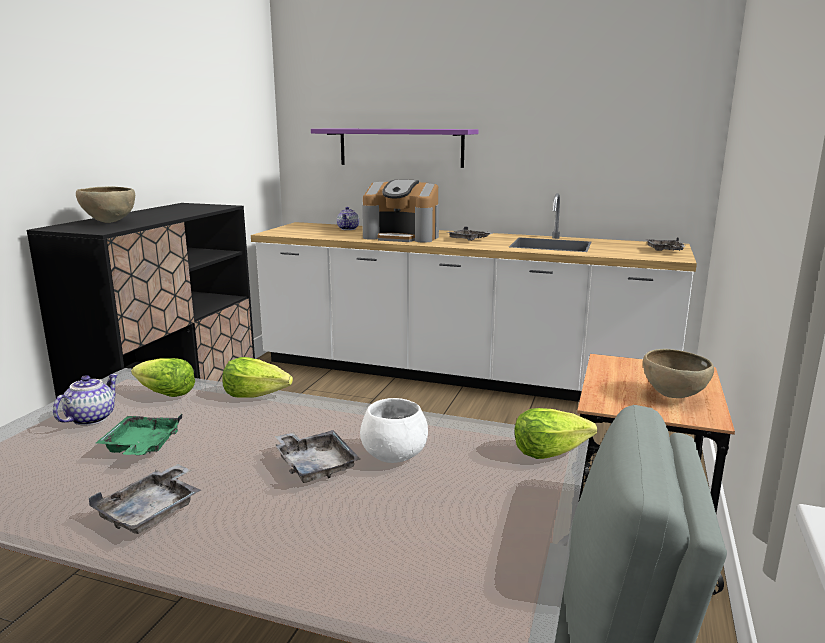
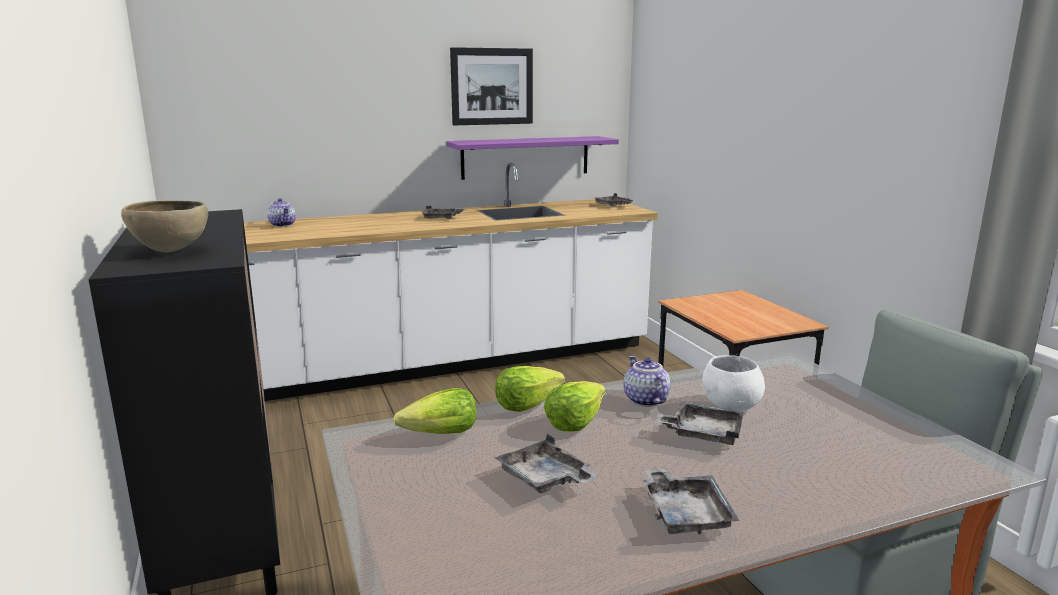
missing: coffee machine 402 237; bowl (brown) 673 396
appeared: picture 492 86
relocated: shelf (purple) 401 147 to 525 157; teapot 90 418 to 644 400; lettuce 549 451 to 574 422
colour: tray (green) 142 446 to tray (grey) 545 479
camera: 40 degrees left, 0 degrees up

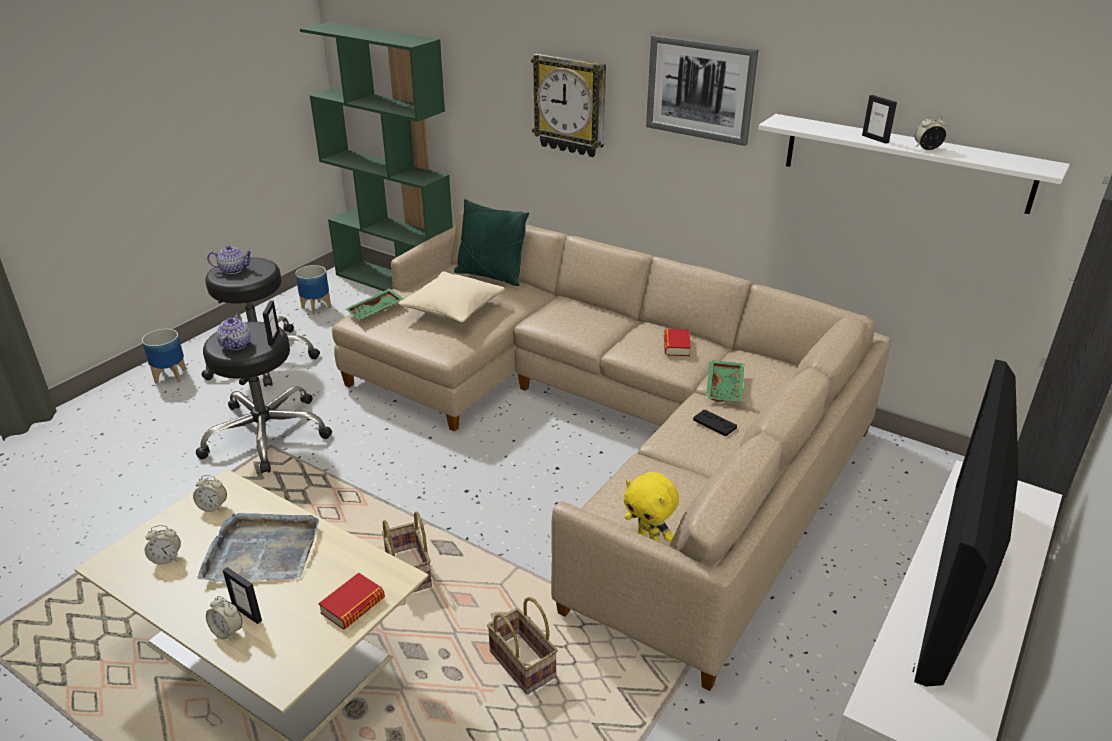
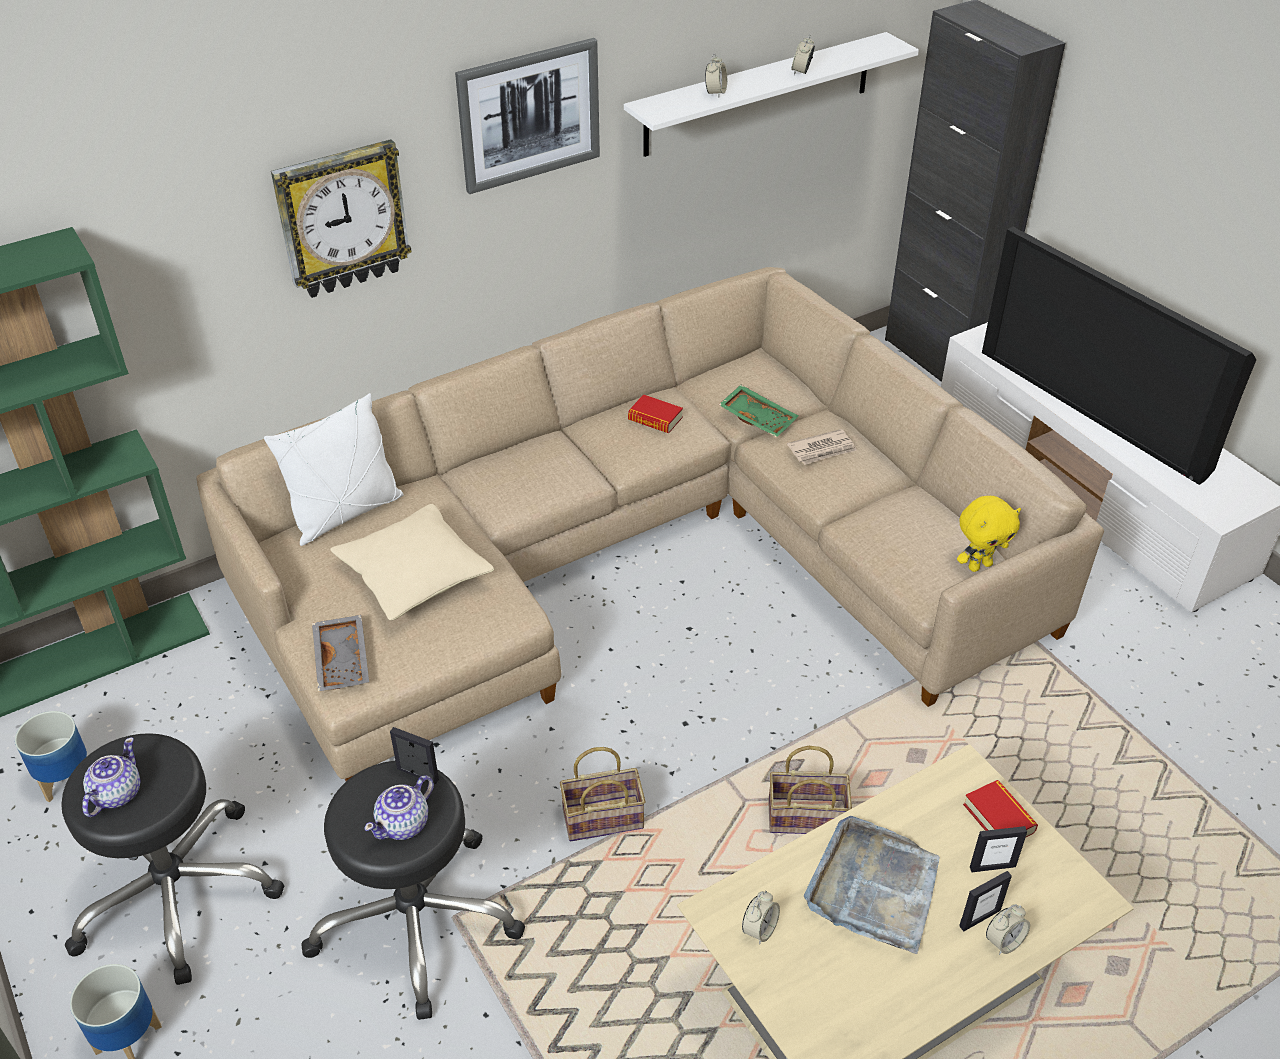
relocated: picture frame 875 139 to 992 866; alarm clock 166 558 to 715 93; basket 524 665 to 604 817
exchanged: game controller (black) 714 423 to newspaper 822 450
colour: pillow (green) 490 276 to pillow (white) 346 513; tray (green) 375 311 to tray (grey) 344 660
spun: teapot 236 344 = 404 824 105 degrees clockwise
camera: 65 degrees left, 10 degrees up

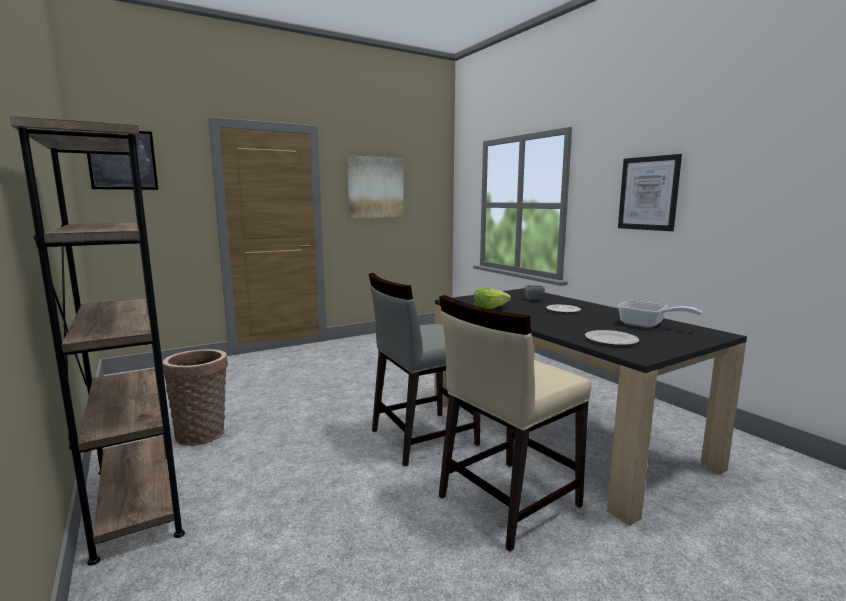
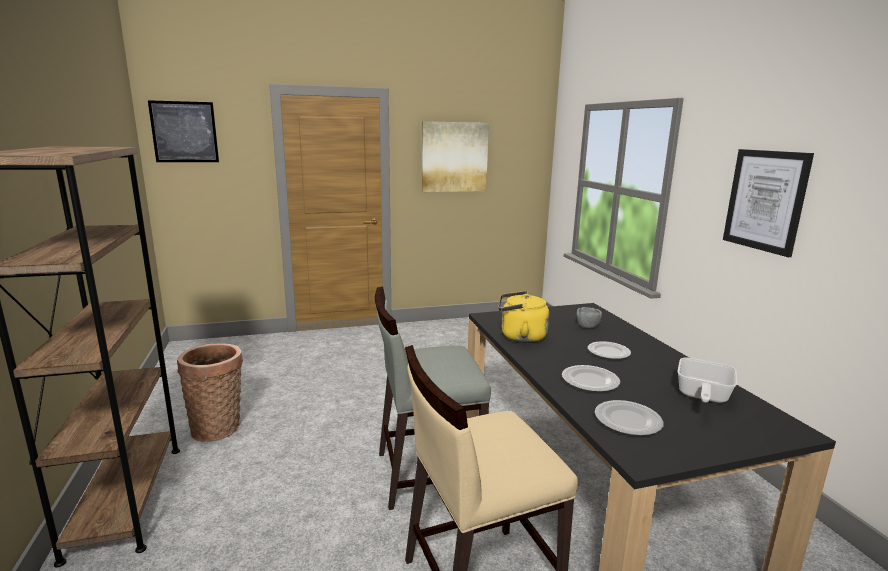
appeared: plate 590 381
exchanged: lettuce 489 308 to kettle (yellow) 520 337
spun: frying pan 647 325 = 701 396 60 degrees clockwise
camera: 15 degrees right, 5 degrees up

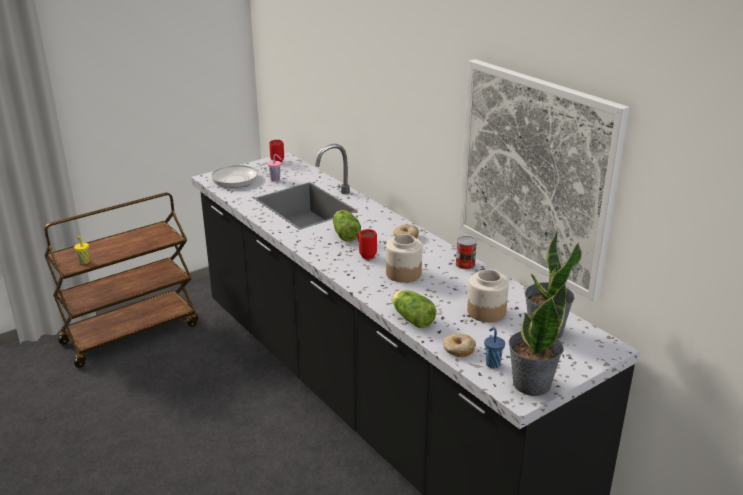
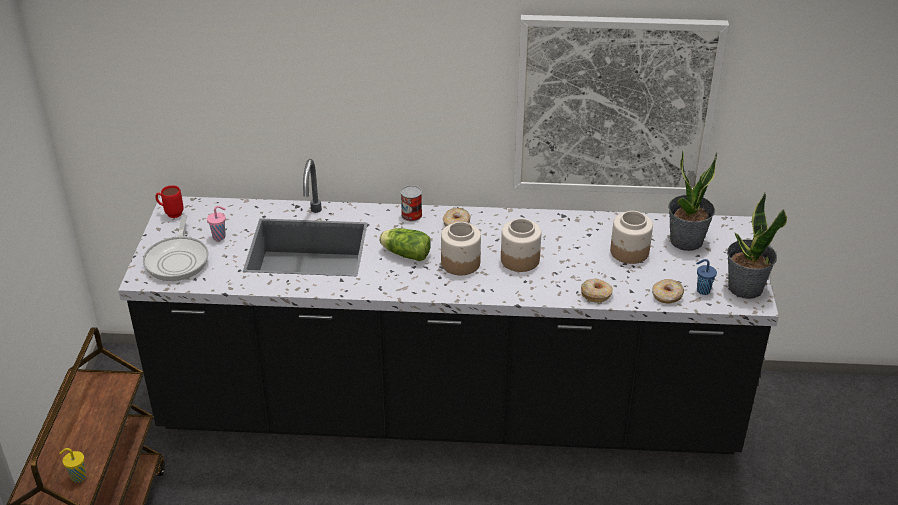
relocated: can 465 264 to 411 215
exchanged: mug (red) 365 255 to jar 461 263; lettuce 411 318 to donut 596 294
camera: 50 degrees left, 10 degrees up

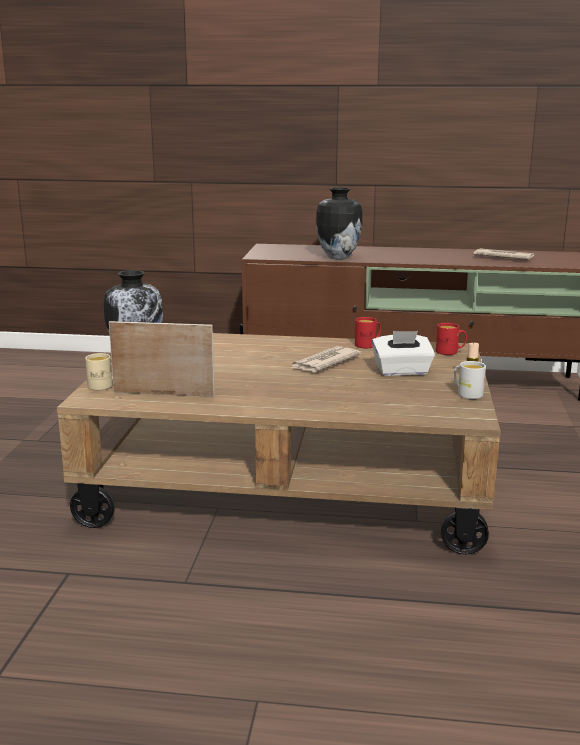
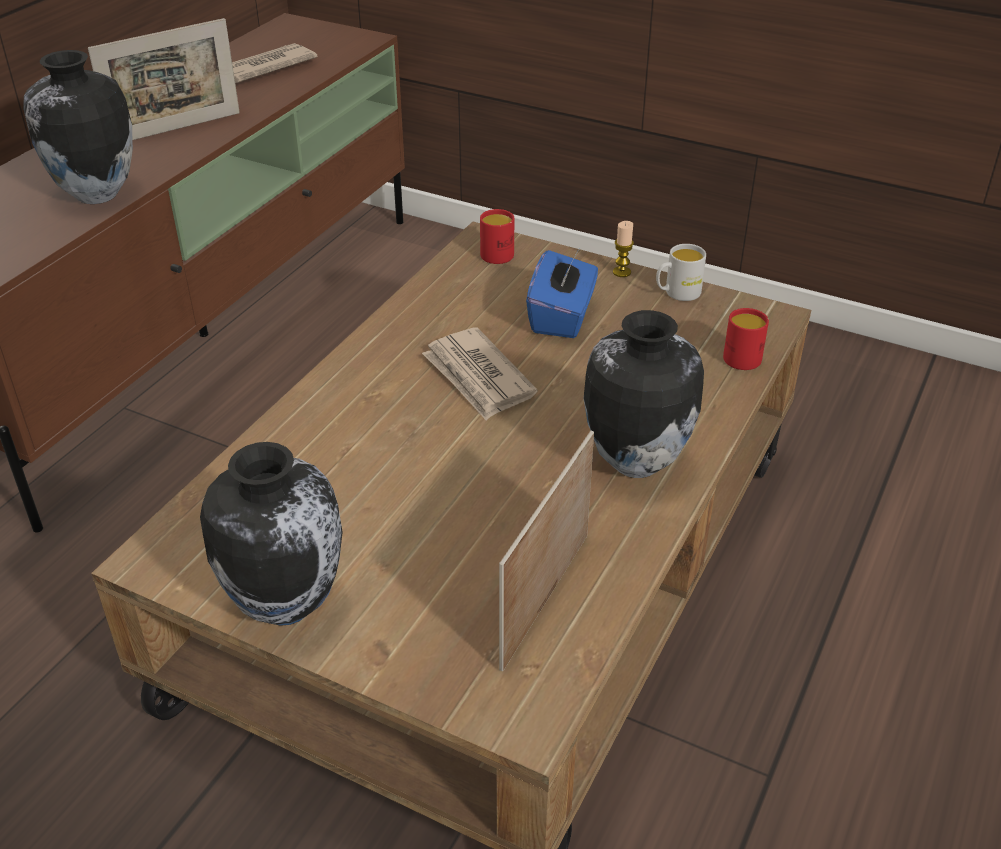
missing: mug (beige) 104 385
appeared: picture frame 176 128; vase 634 462
relocated: mug (red) 368 344 to 739 355
colour: tissue box (white) 402 371 to tissue box (blue) 562 317
camera: 70 degrees left, 20 degrees up

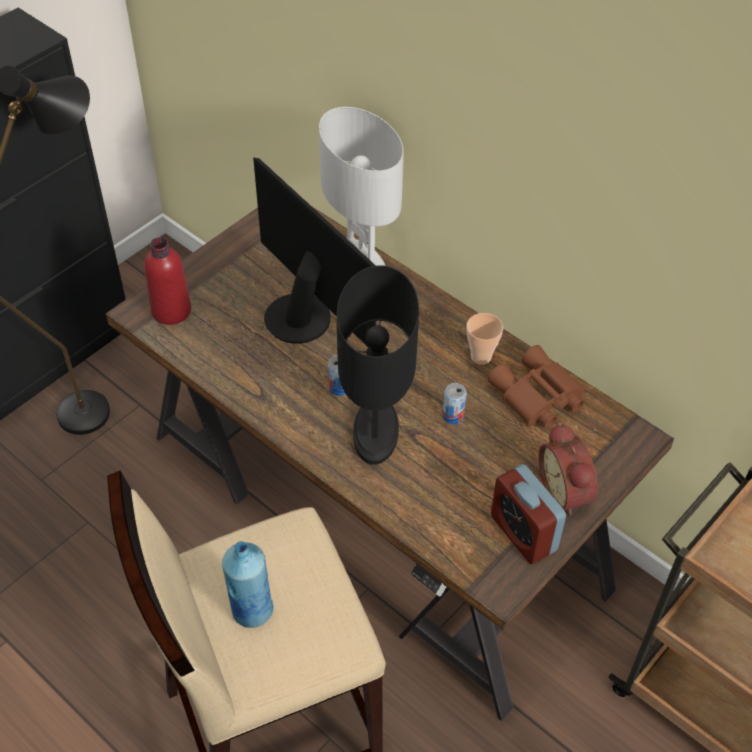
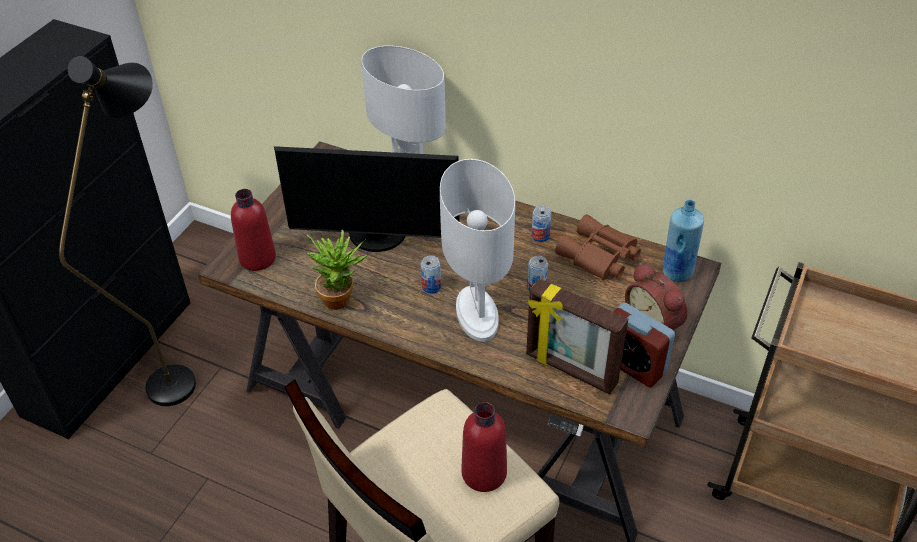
appeared: potted plant 342 298; picture frame 570 370; bottle (red) 484 473
relocated: bottle (blue) 251 610 to 677 272
exchanged: cup 481 357 to can 540 236
colour: table lamp (black) 376 432 to table lamp (white) 478 315
spun: monitor 304 315 = 377 236 150 degrees clockwise
camera: 15 degrees left, 5 degrees down

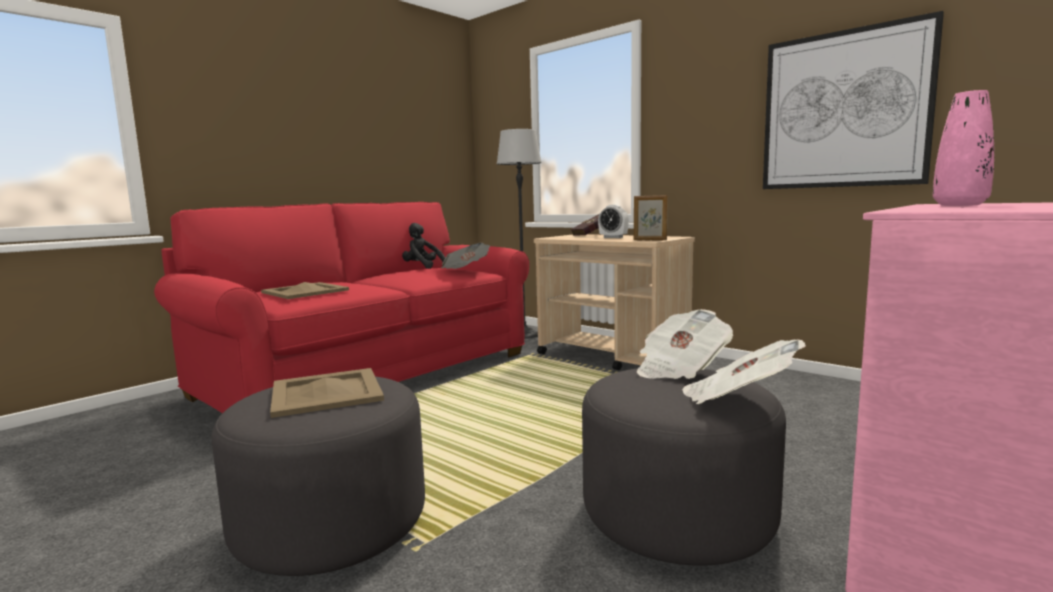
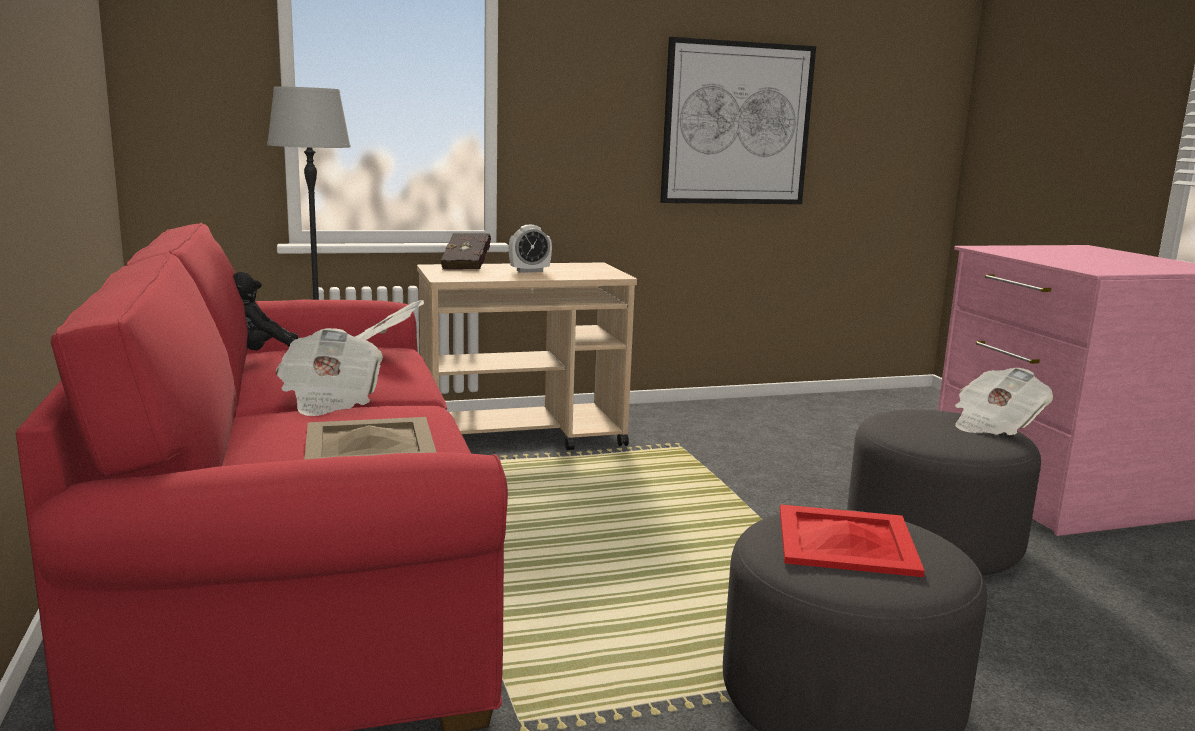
missing: vase (pink) 960 205; picture frame 650 240
relocated: newspaper 679 369 to 329 400
colour: tray (beige) 327 392 to tray (red) 847 540
camera: 60 degrees left, 5 degrees up

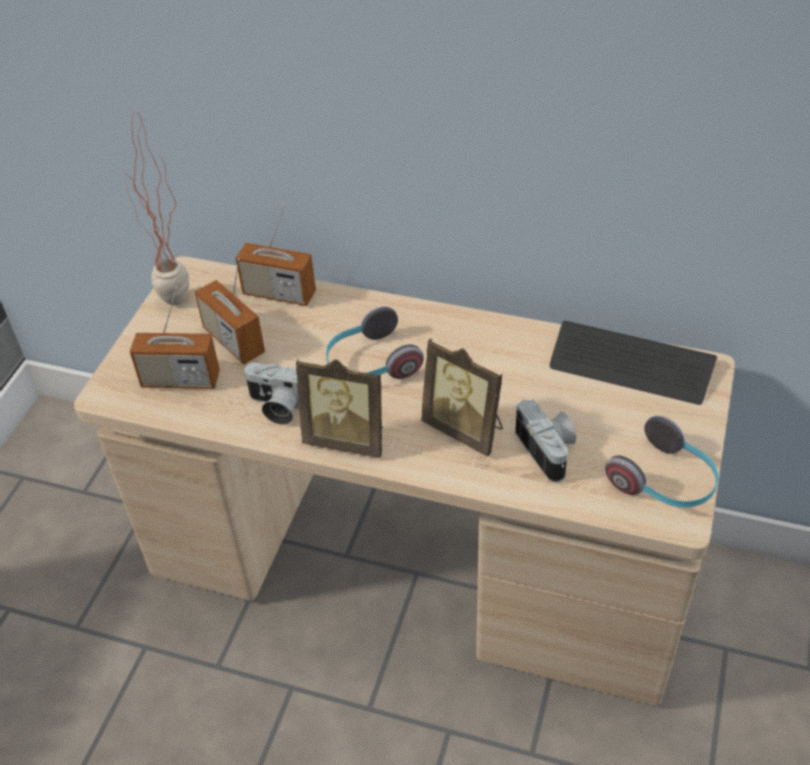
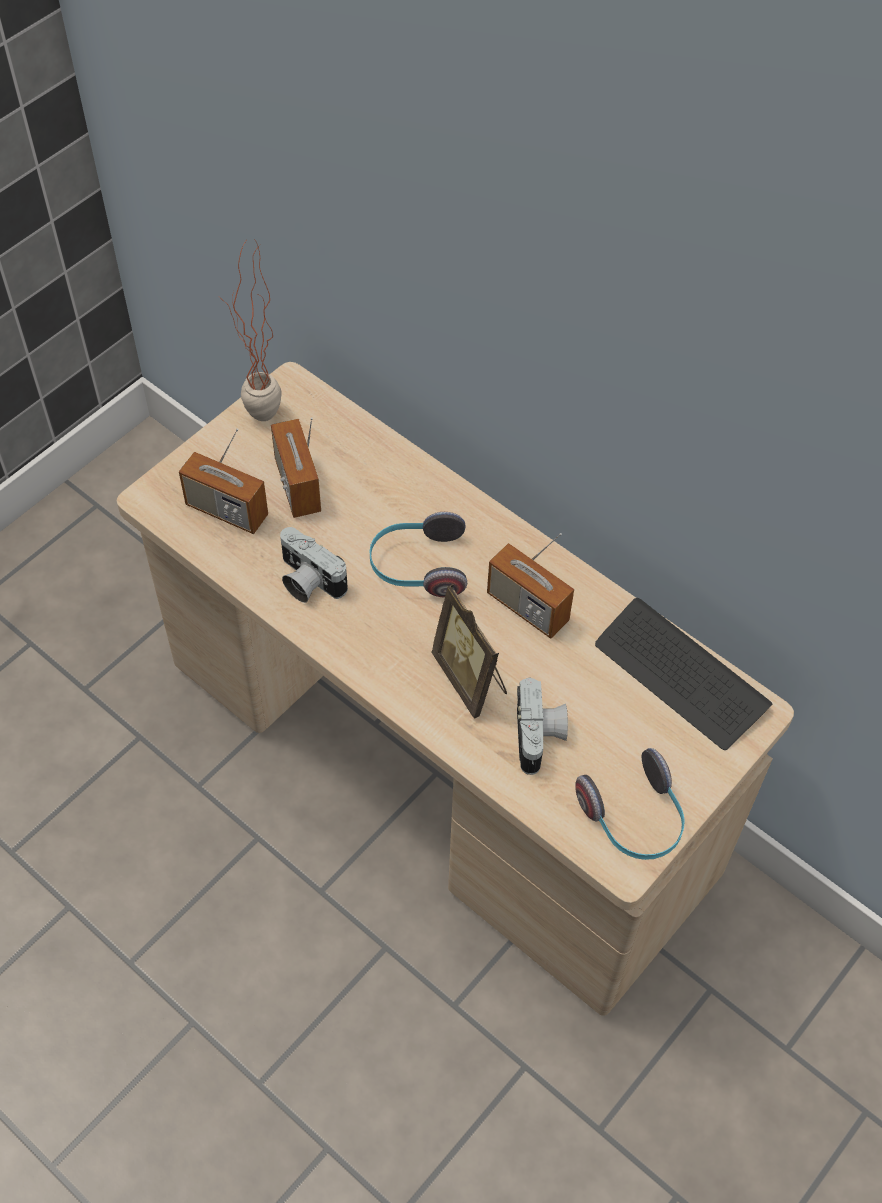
missing: picture frame 347 439
relocated: radio 279 293 to 527 607
camera: 20 degrees right, 10 degrees up

